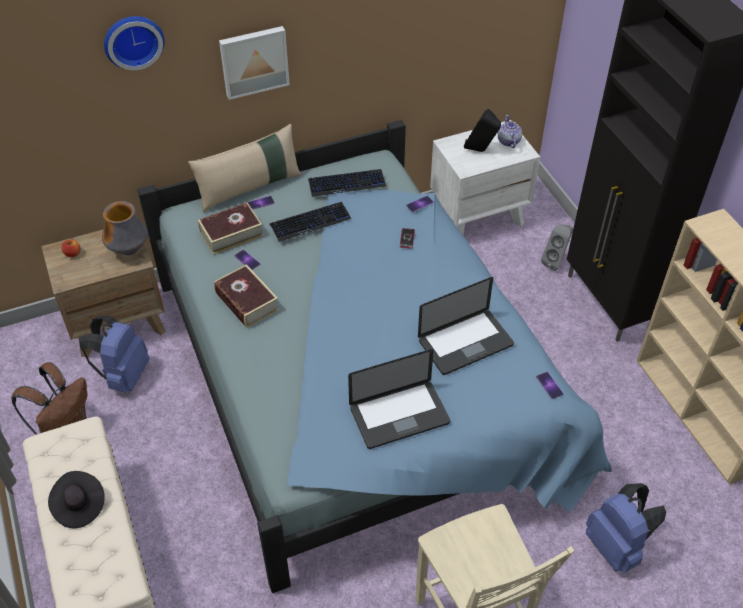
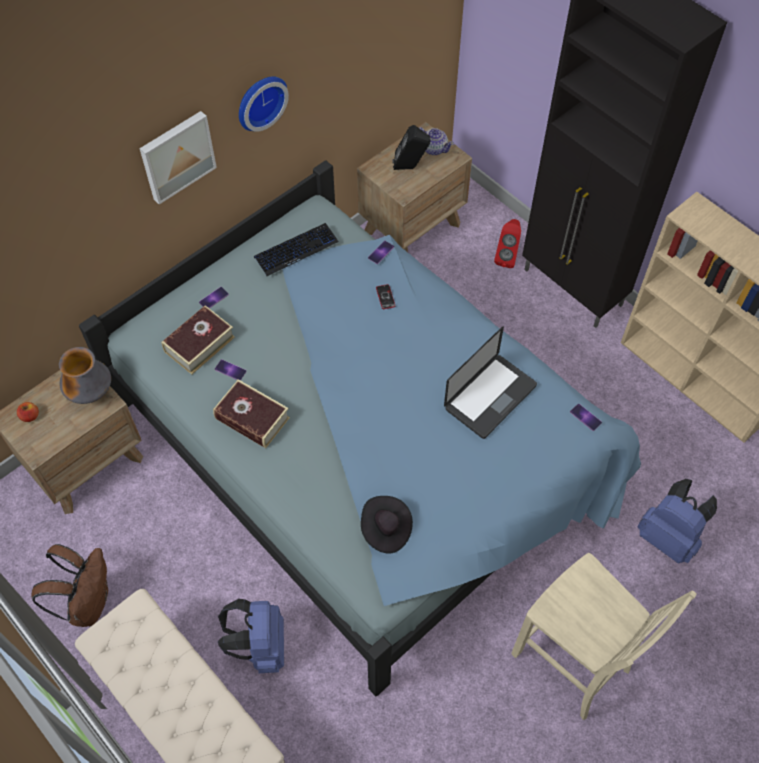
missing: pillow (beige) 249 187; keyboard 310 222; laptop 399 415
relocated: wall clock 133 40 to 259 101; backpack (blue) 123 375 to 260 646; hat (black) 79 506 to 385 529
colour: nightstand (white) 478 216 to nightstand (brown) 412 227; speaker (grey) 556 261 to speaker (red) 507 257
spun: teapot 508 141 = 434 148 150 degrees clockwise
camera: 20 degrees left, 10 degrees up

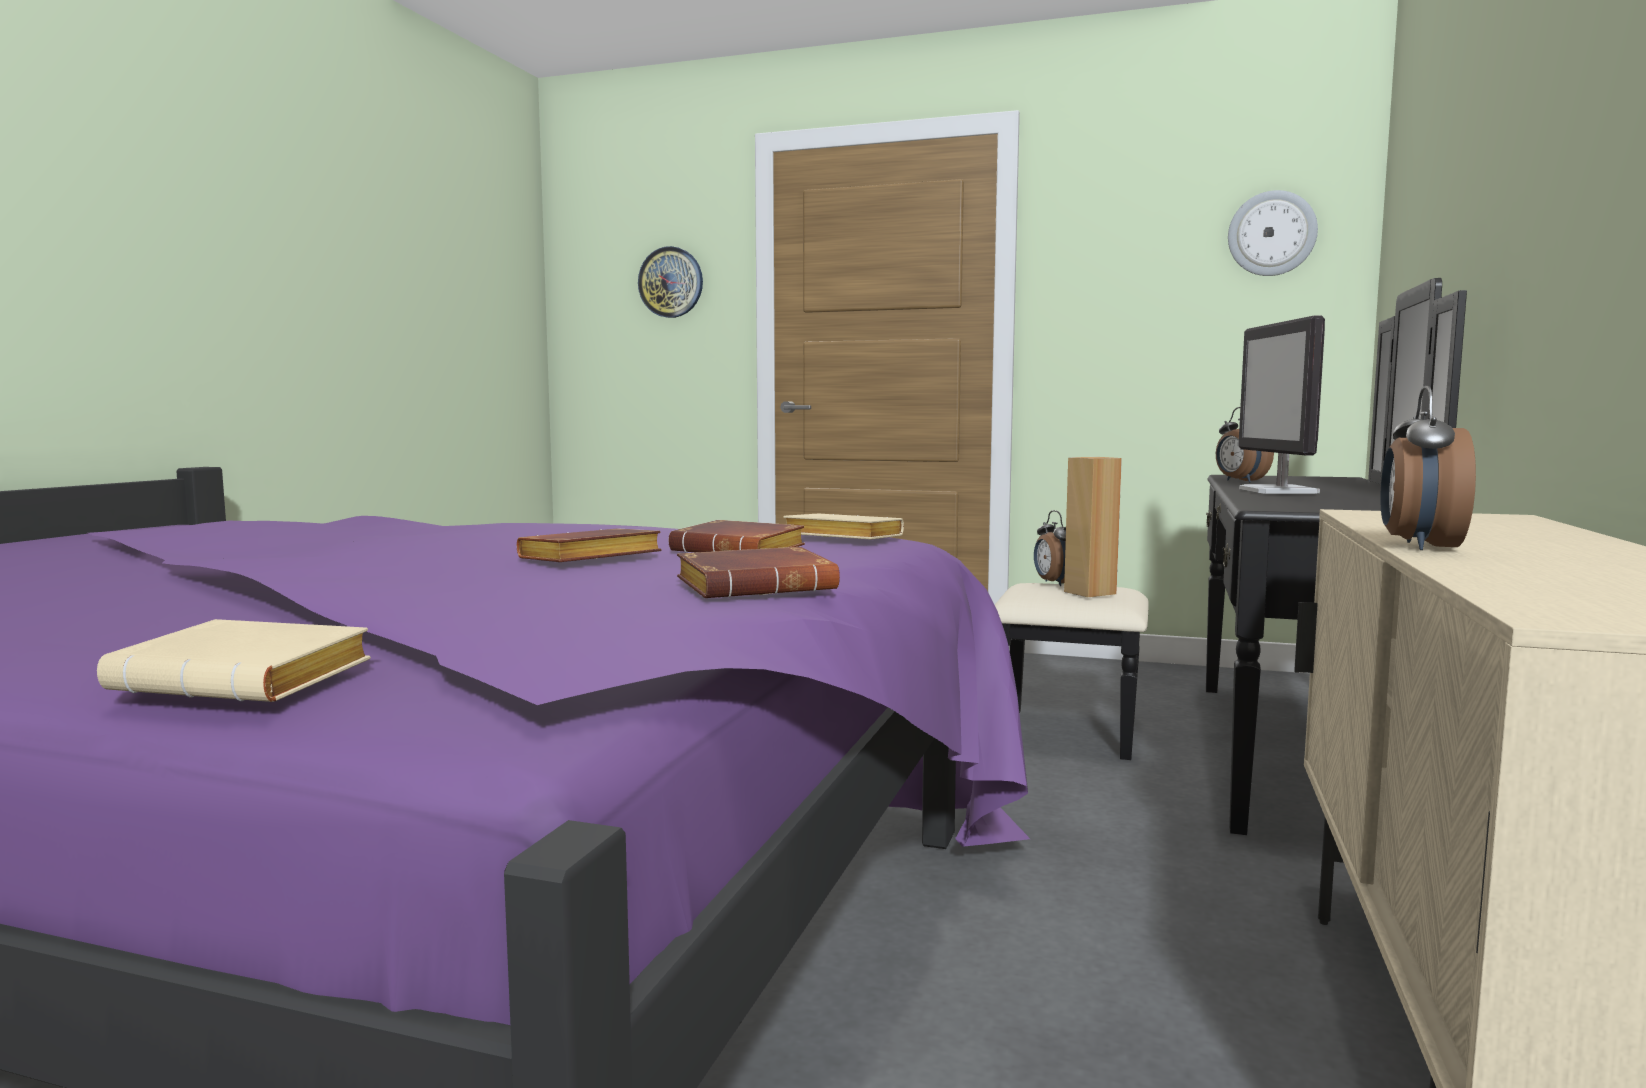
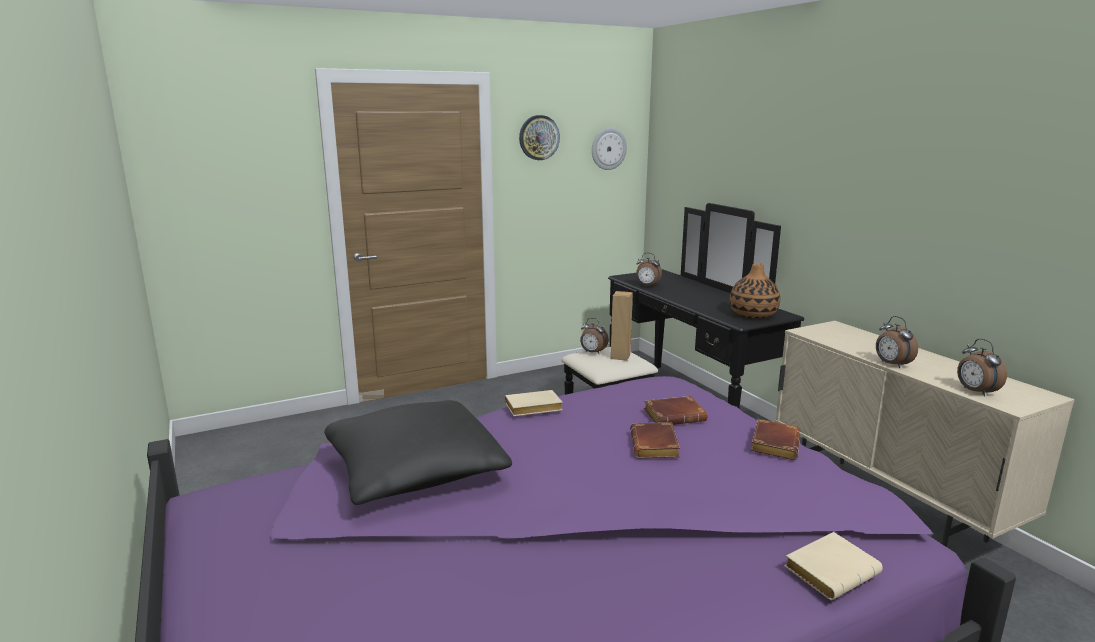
missing: monitor 1279 492
appeared: vase 753 315; alarm clock 975 392; pillow (black) 415 471
relocated: wall clock 671 282 to 539 137; book (beige) 839 538 to 532 409
camera: 45 degrees left, 10 degrees up

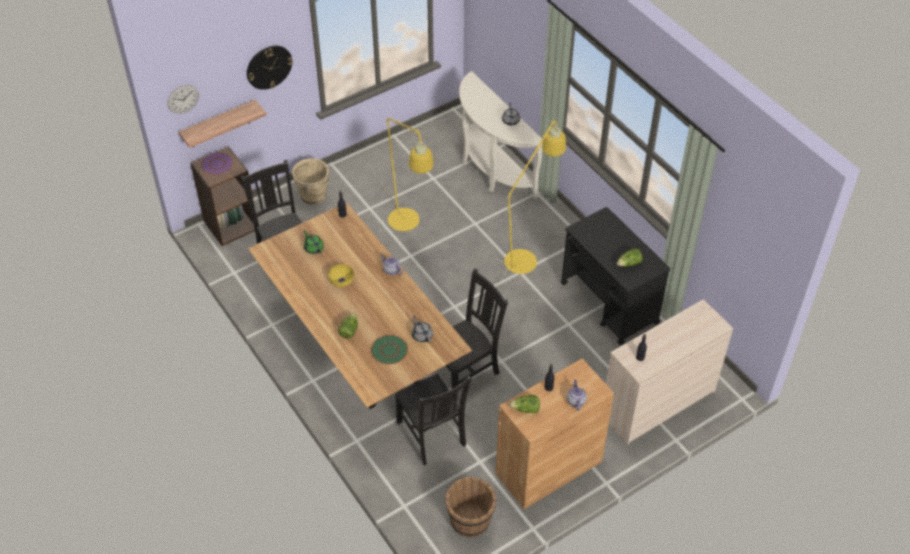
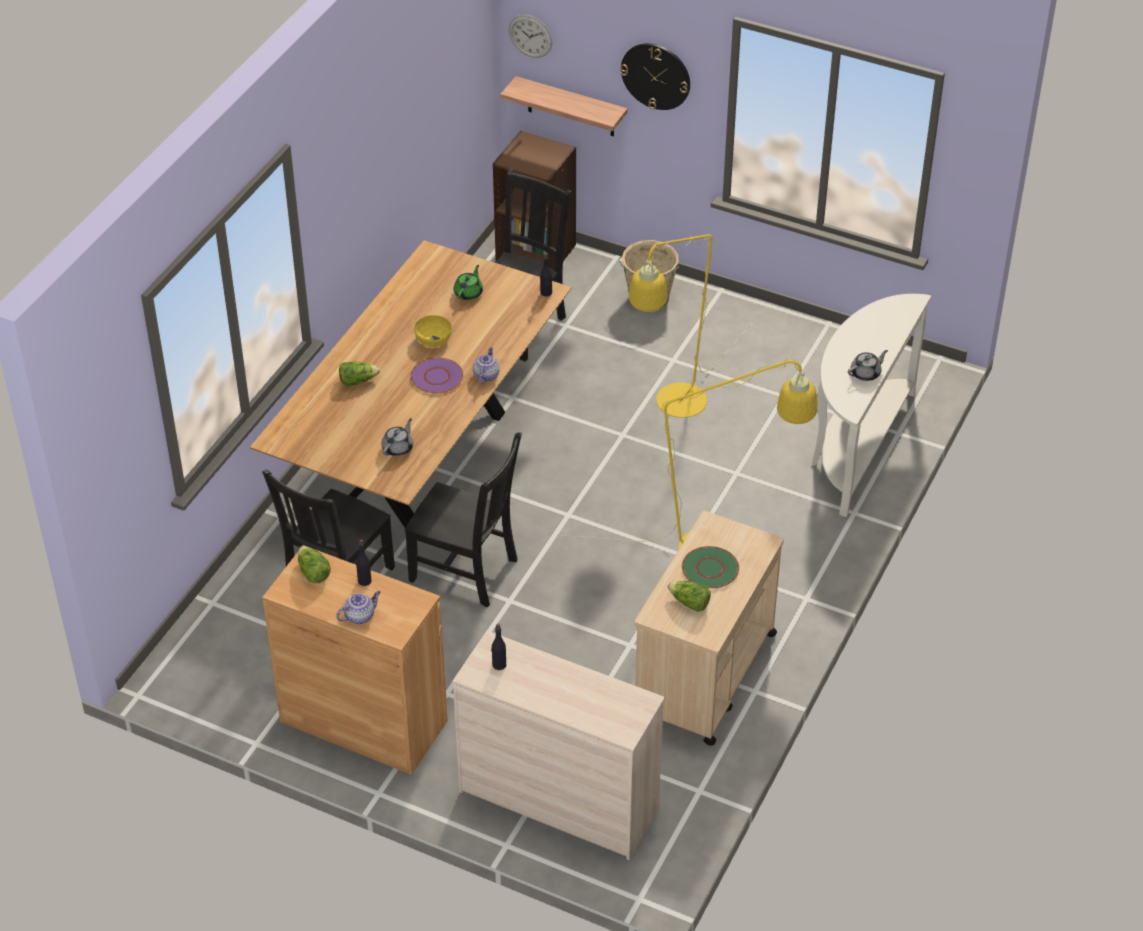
missing: bucket (brown) 470 521
relocated: plate (purple) 217 164 to 436 377; plate (green) 389 350 to 709 569
colour: cart (black) 609 303 to cart (beige) 704 676
camera: 60 degrees right, 5 degrees down

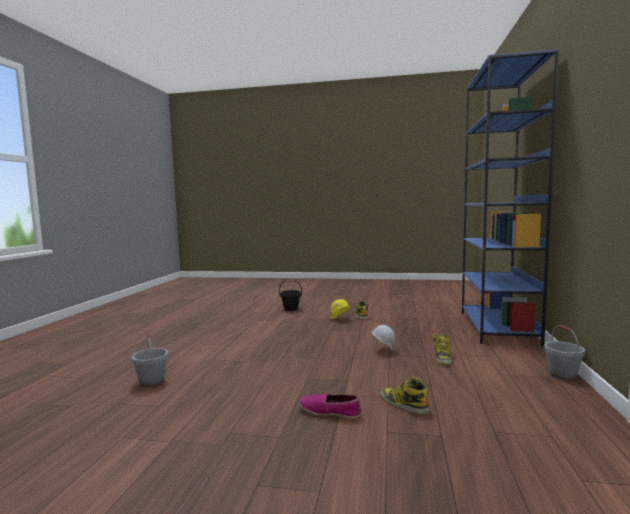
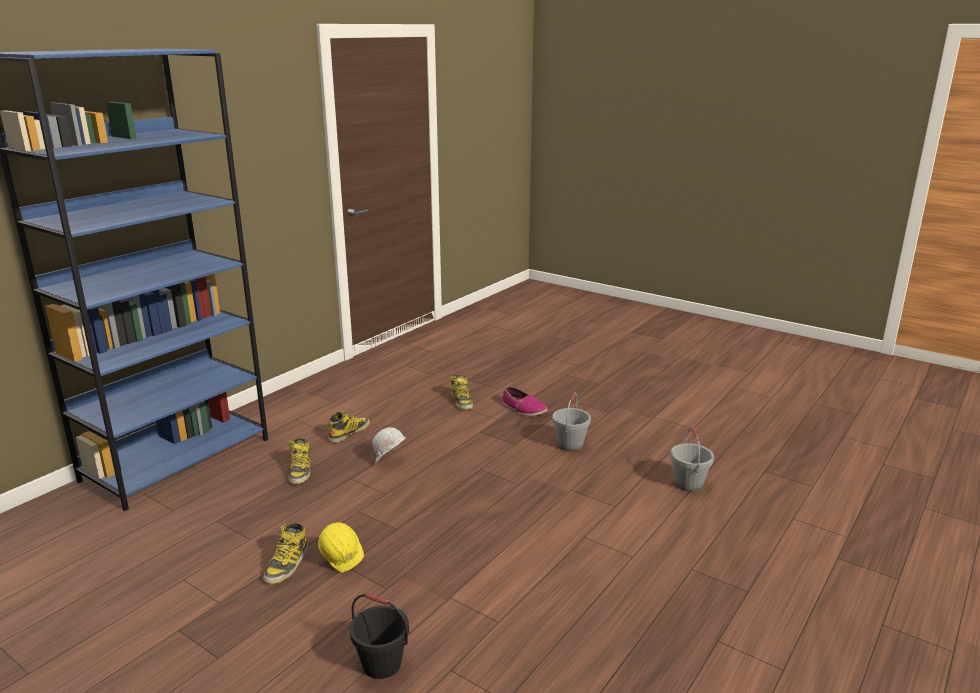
appeared: boot 300 471
relocated: bucket (grey) 563 375 to 570 445
camera: 155 degrees left, 15 degrees up

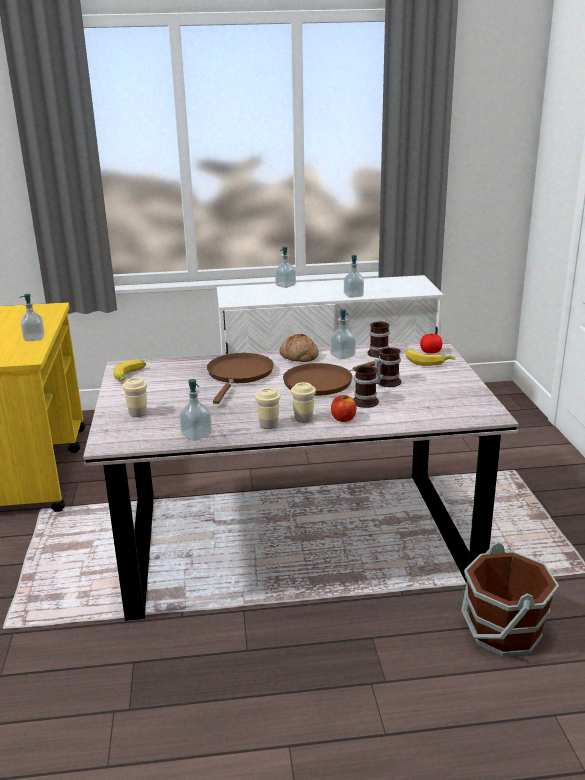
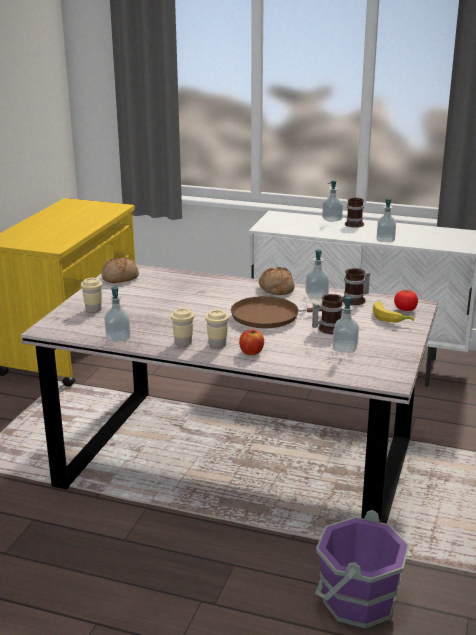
missing: frying pan (brown) 239 375
relocated: soap dispenser 34 338 to 345 348; mug 366 400 to 356 224
exchanged: banana 130 376 to bread 120 278
colour: bucket (brown) 502 632 to bucket (purple) 357 601
camera: 25 degrees right, 0 degrees up

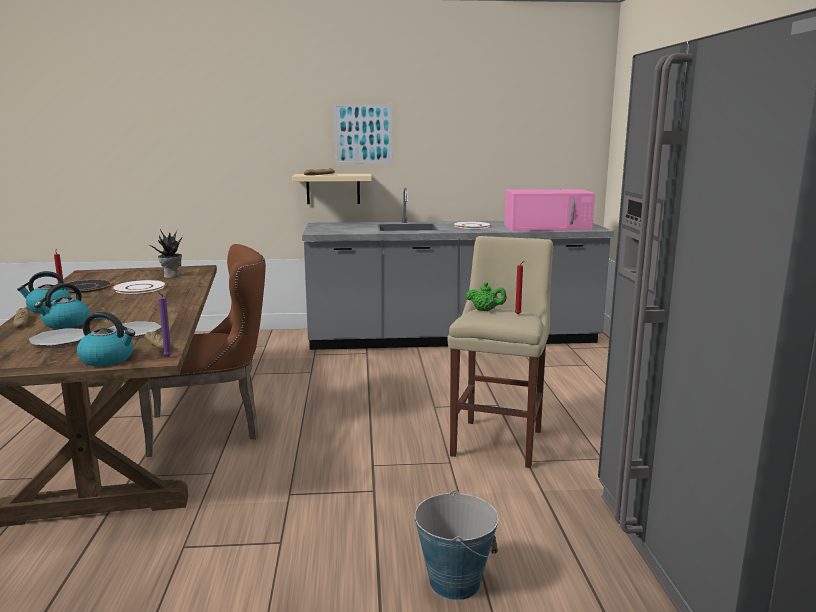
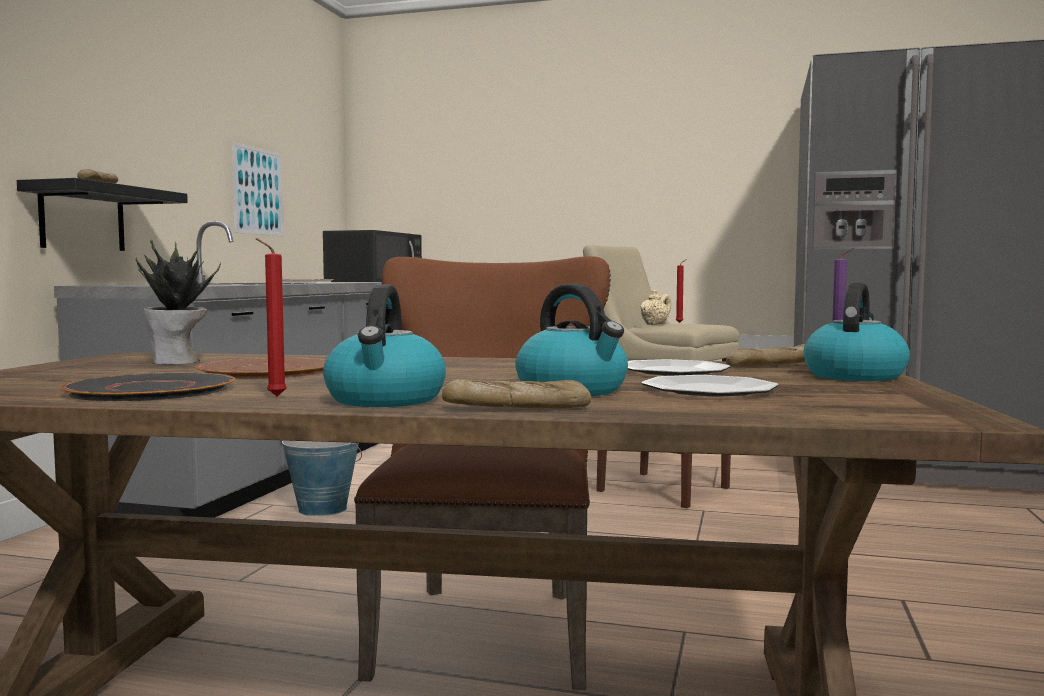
relocated: picture 363 134 to 258 191; bucket 455 582 to 322 509
colour: shelf (beige) 333 188 to shelf (black) 82 218; microwave (pink) 548 227 to microwave (black) 375 281; plate (white) 139 288 to plate (brown) 267 371; teapot (green) 485 310 to teapot (beige) 655 324
camera: 70 degrees left, 10 degrees down

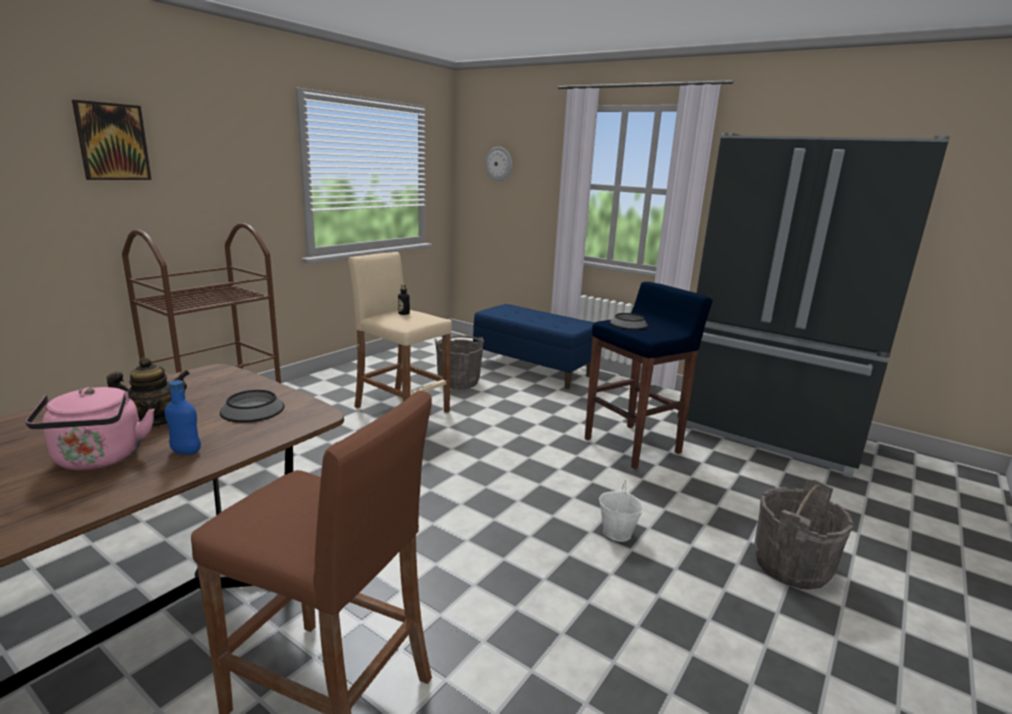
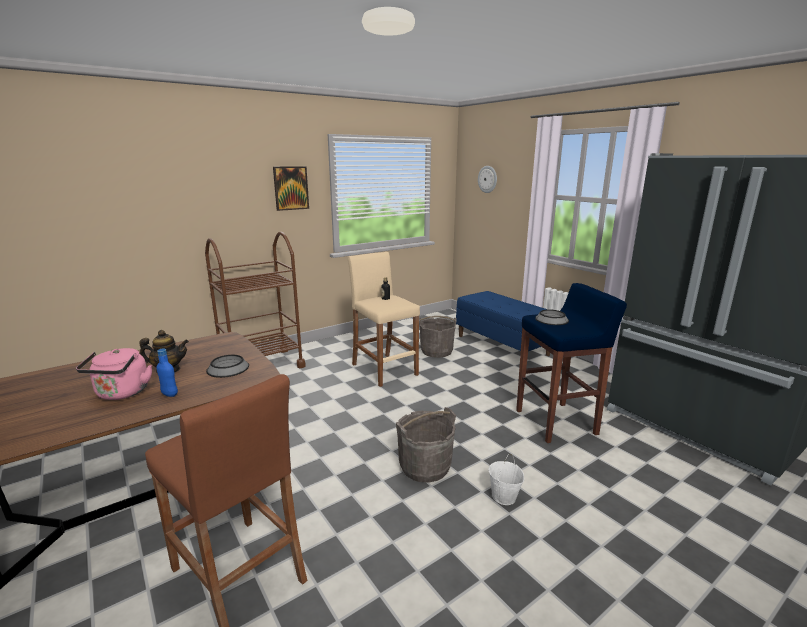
relocated: picture 112 142 to 291 188; bucket (grey) 792 566 to 425 466
camera: 20 degrees right, 0 degrees up

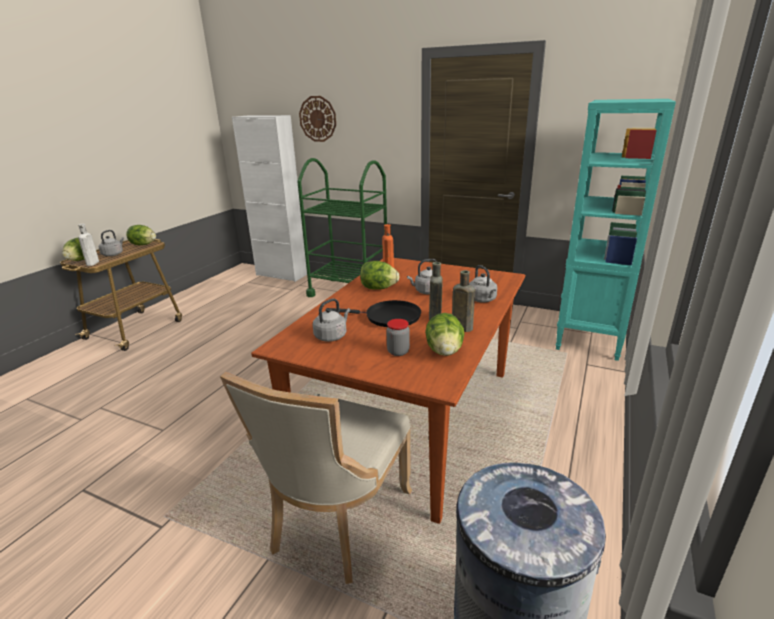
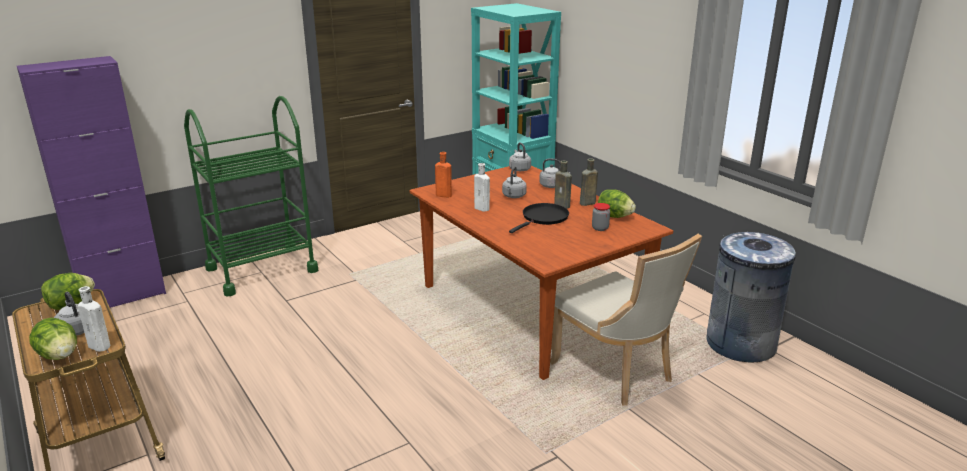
missing: wall clock 318 119
relocated: kettle (grey) 332 336 to 519 169
exchanged: lettuce 378 288 to bottle (white) 482 208
colour: cabinet (white) 281 275 to cabinet (purple) 123 297
camera: 60 degrees left, 0 degrees up

